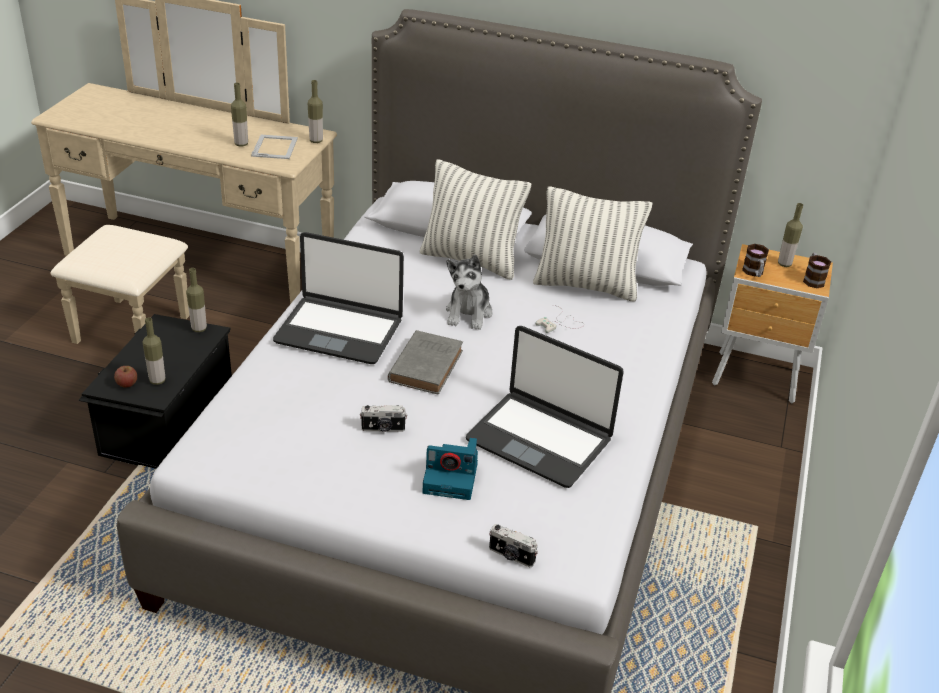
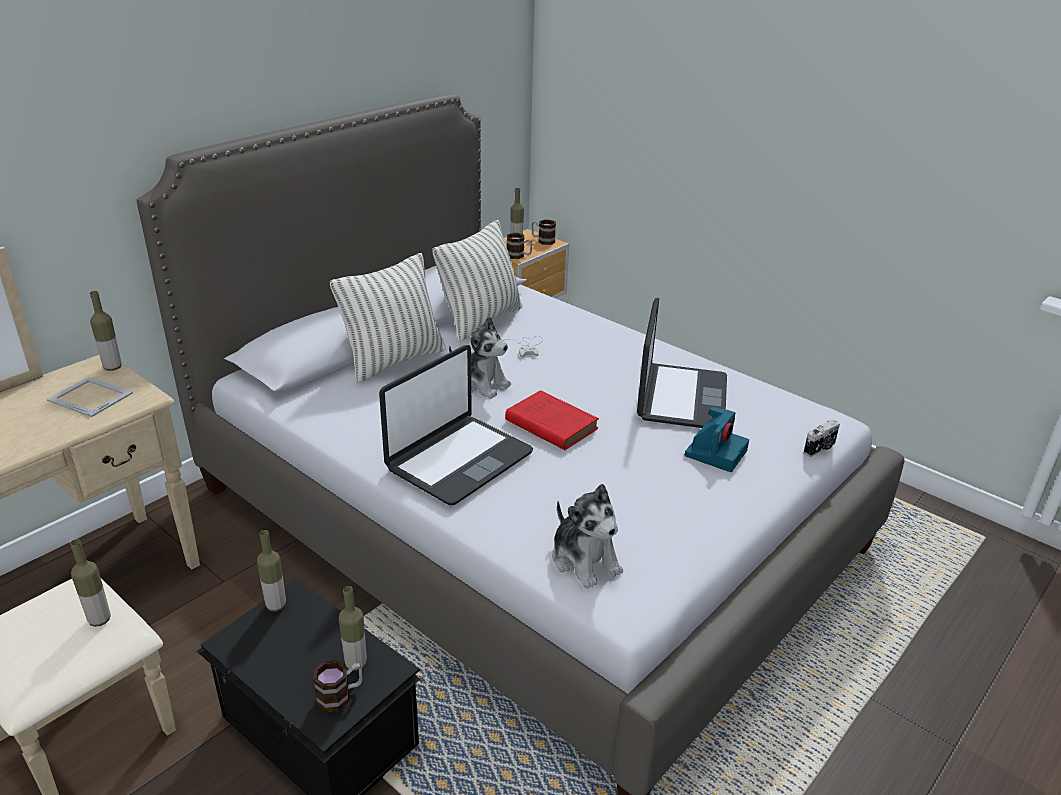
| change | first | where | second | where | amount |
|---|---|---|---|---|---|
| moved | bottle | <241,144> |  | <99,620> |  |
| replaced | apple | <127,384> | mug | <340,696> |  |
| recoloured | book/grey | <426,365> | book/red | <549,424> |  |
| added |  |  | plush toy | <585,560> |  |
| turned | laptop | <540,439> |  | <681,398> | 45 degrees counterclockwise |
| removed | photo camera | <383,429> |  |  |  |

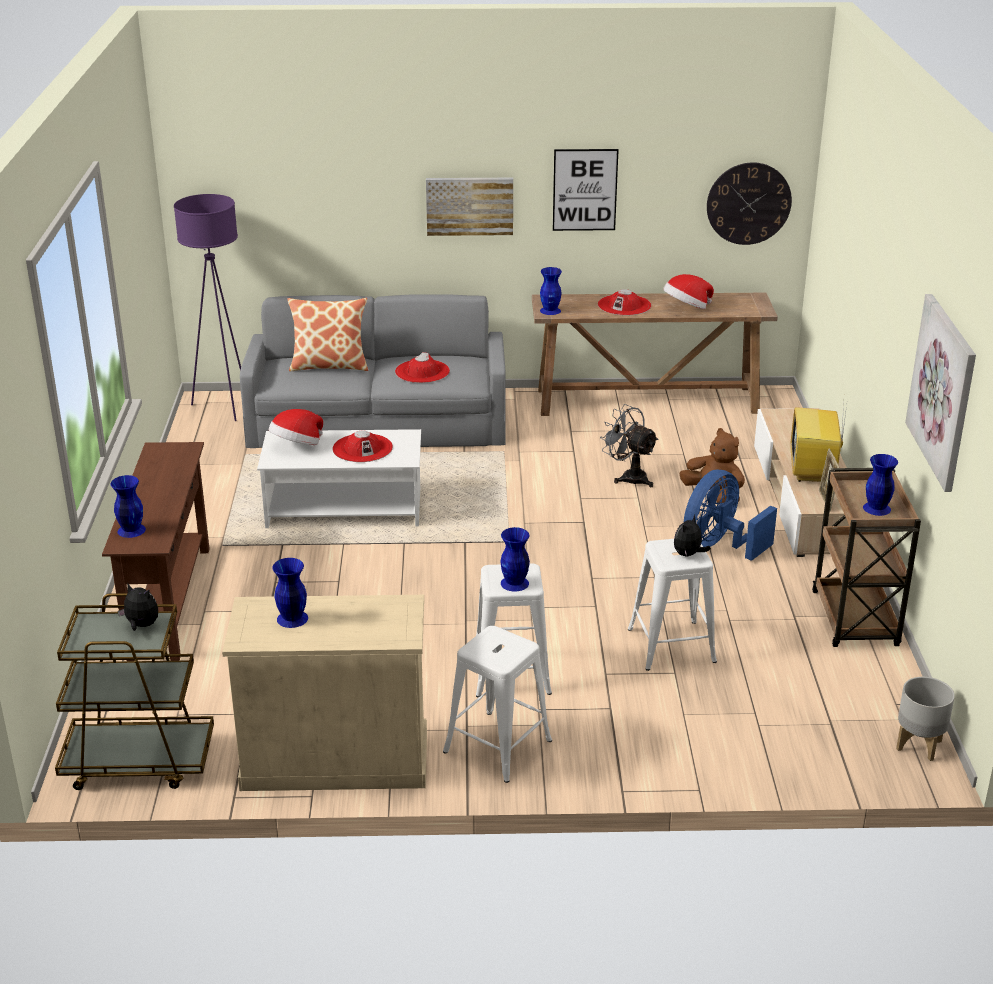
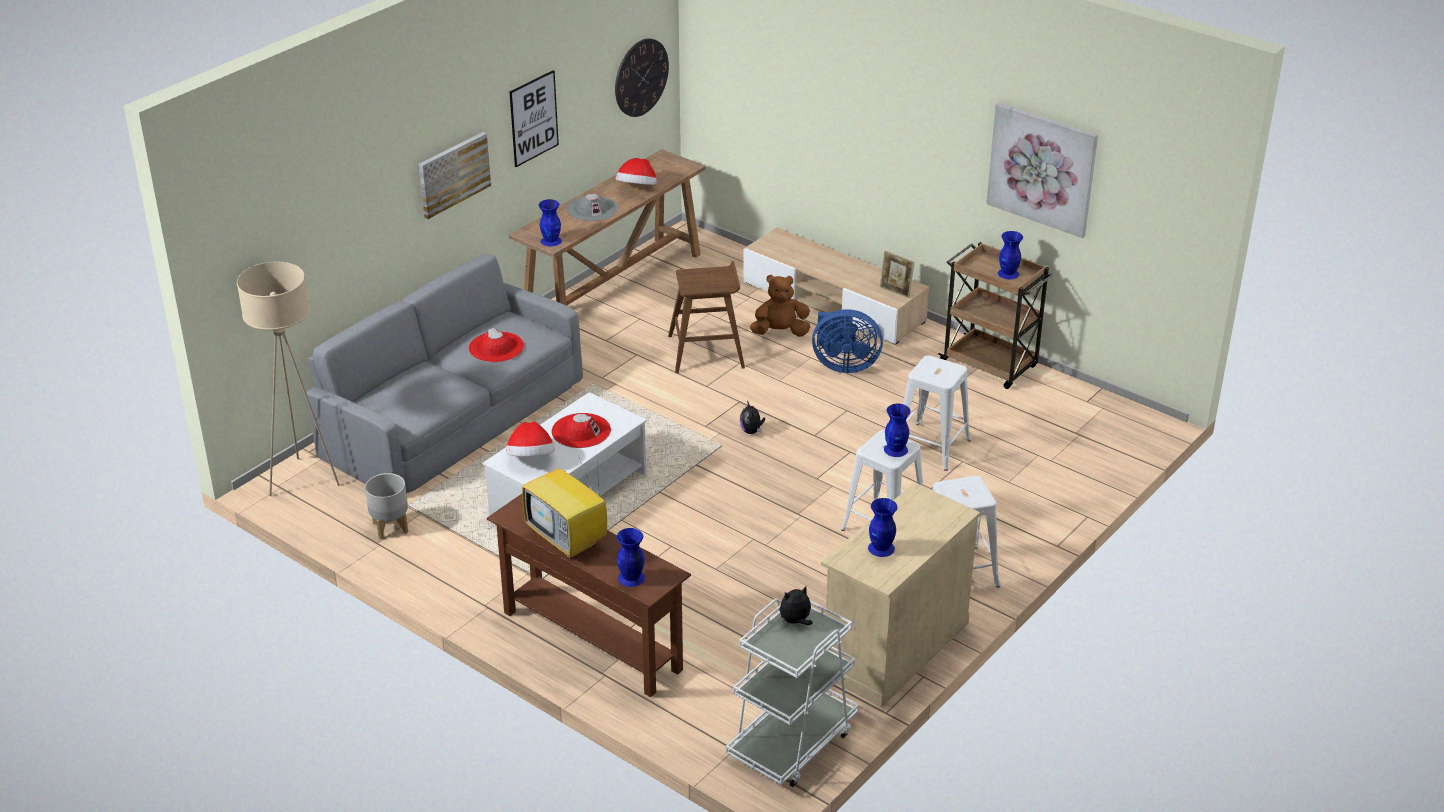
| change | first | where | second | where | amount |
|---|---|---|---|---|---|
| recoloured | floor lamp/purple | <225,407> | floor lamp/beige | <303,480> |  |
| moved | planter/grey | <919,745> |  | <390,528> |  |
| moved | television | <813,471> |  | <568,539> |  |
| recoloured | hat/red | <624,305> | hat/grey | <592,209> |  |
| replaced | fan/grey | <629,477> | stool/brown | <707,351> |  |
| recoloured | cart/brown | <138,762> | cart/white | <792,742> |  |
| moved | plush toy | <688,555> |  | <751,431> |  |
| turned | fan/blue | <719,545> |  | <843,365> | 75 degrees counterclockwise |
| removed | pillow | <329,365> |  |  |  |

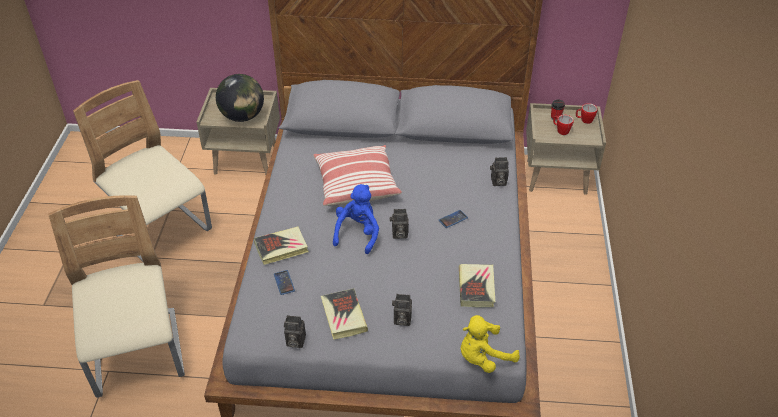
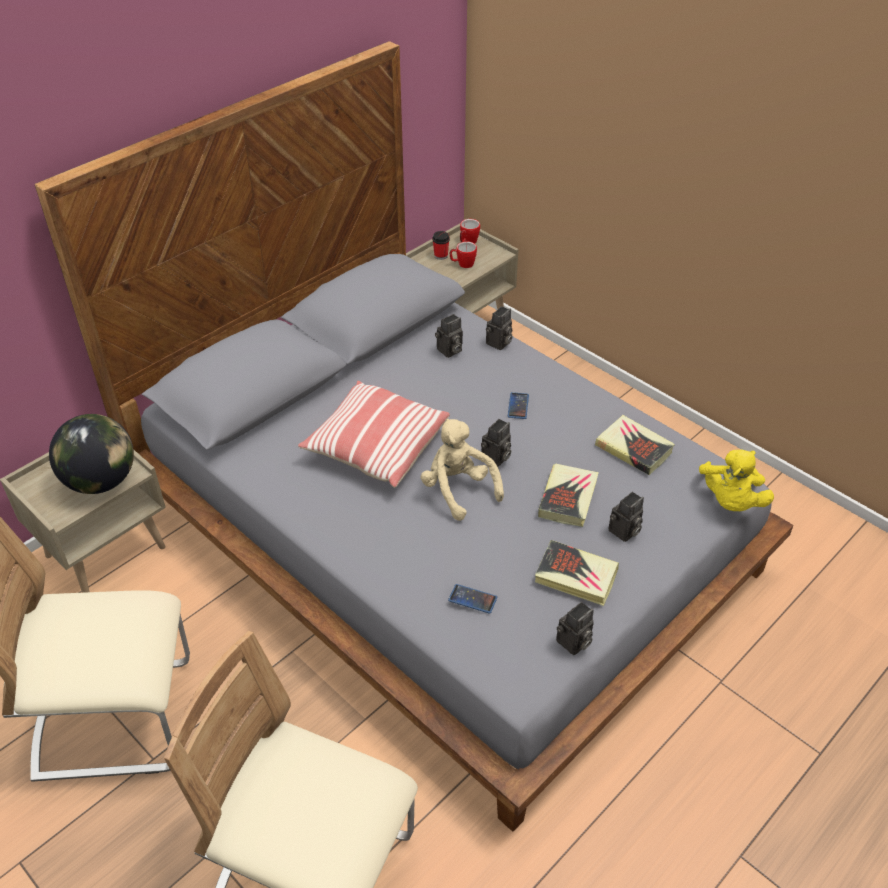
| change | first | where | second | where | amount |
|---|---|---|---|---|---|
| recoloured | plush toy/blue | <357,233> | plush toy/beige | <458,489> |  |
| added |  |  | photo camera | <449,351> |  |
| moved | book | <281,248> |  | <568,498> |  |

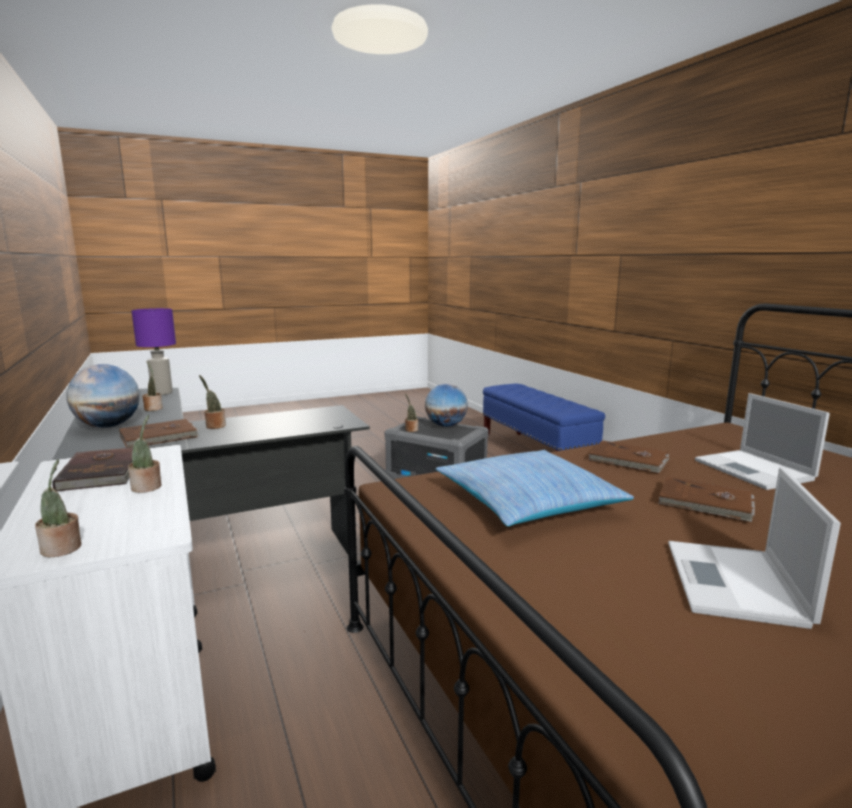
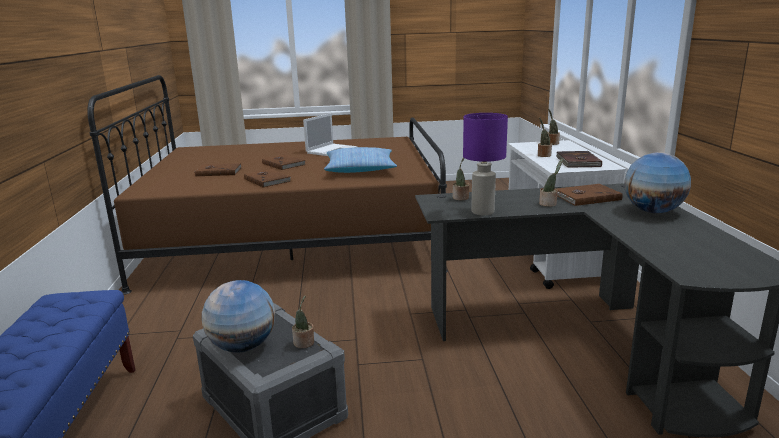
| change | first | where | second | where | amount |
|---|---|---|---|---|---|
| replaced | laptop | <755,470> | book/brown | <218,172> |  |
| moved | potted plant | <153,408> |  | <461,198> |  |
| moved | table lamp/purple | <161,393> |  | <483,212> |  |

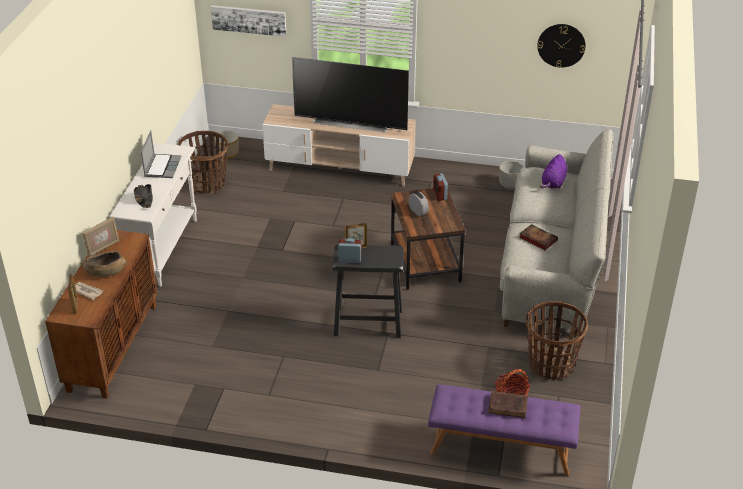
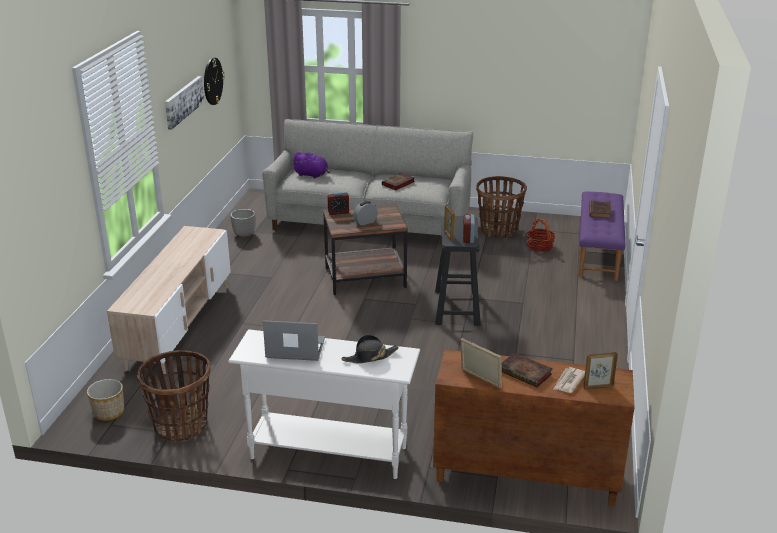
| change | first | where | second | where | amount |
|---|---|---|---|---|---|
| moved | picture | <249,20> |  | <183,101> |  |
| replaced | bowl/brown | <104,271> | book | <526,373> |  |
| removed | television | <351,122> |  |  |  |

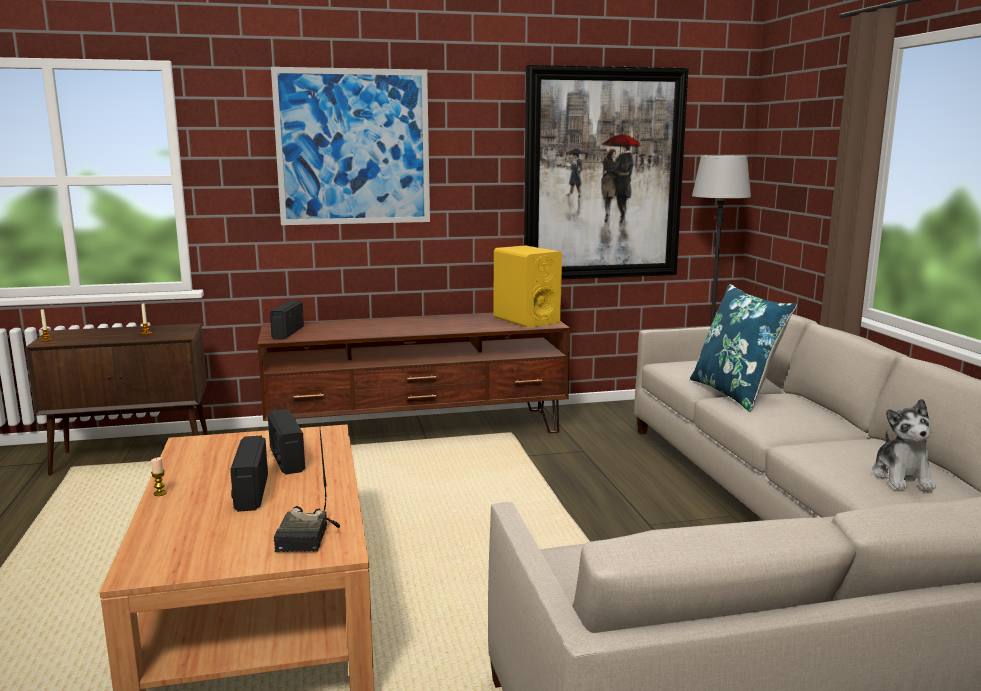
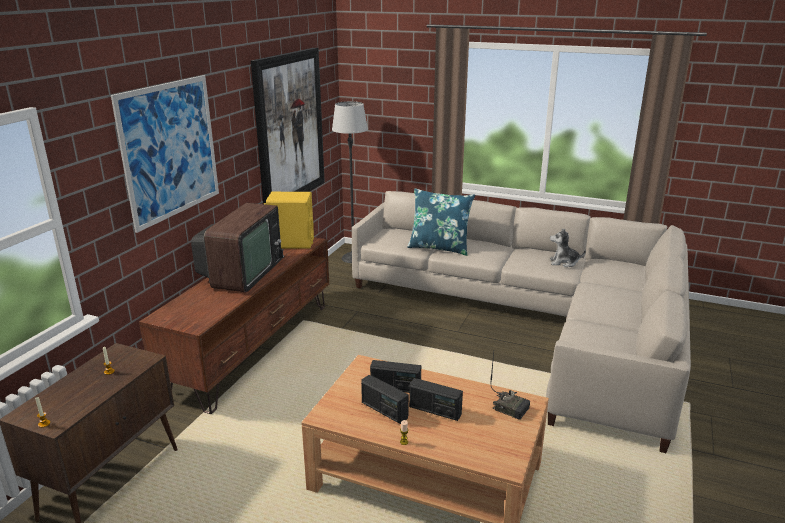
| change | first | where | second | where | amount |
|---|---|---|---|---|---|
| added |  |  | television | <242,274> |  |
| moved | radio | <287,333> |  | <384,410> |  |
| turned | plush toy | <902,477> |  | <564,262> | 150 degrees clockwise |

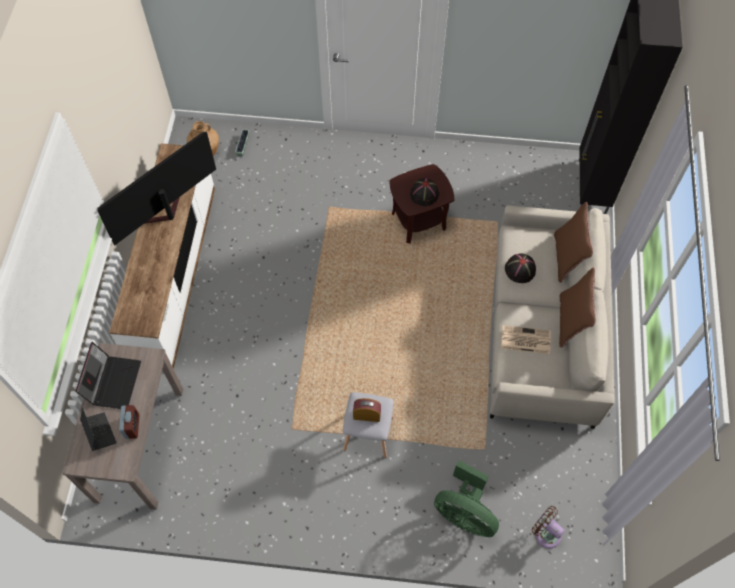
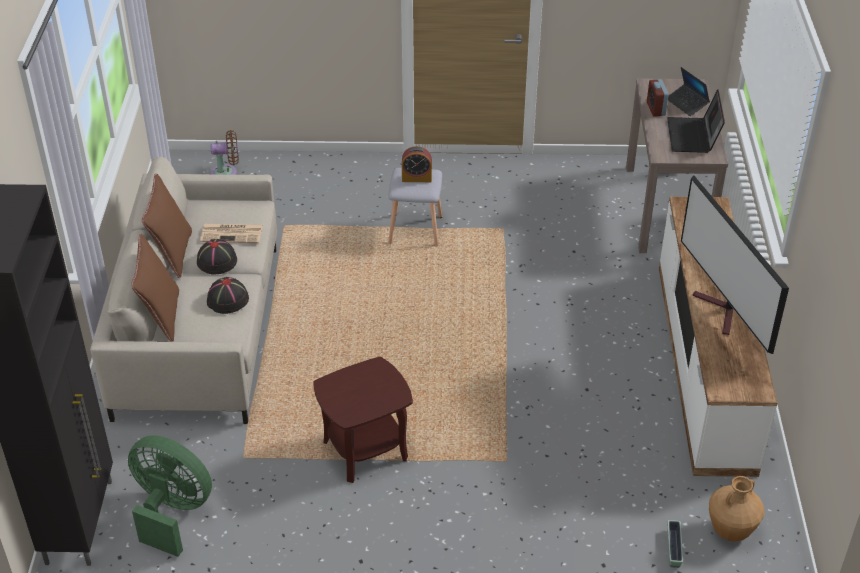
| change | first | where | second | where | amount |
|---|---|---|---|---|---|
| moved | fan/green | <464,513> |  | <172,512> |  |
| moved | hat/black | <424,194> |  | <217,261> |  |
| turned | fan/brown | <545,533> |  | <227,173> | 45 degrees counterclockwise |
| turned | television | <165,214> |  | <722,312> | 120 degrees clockwise |

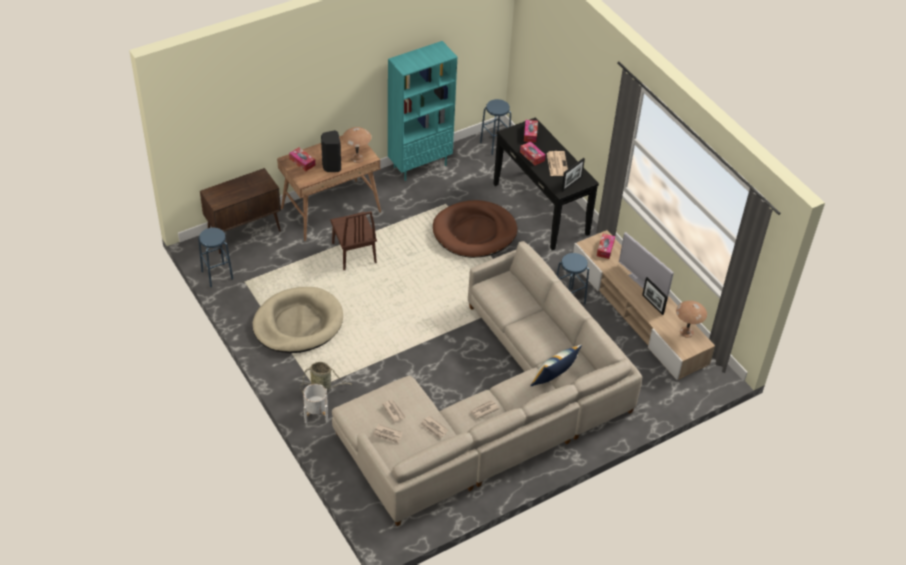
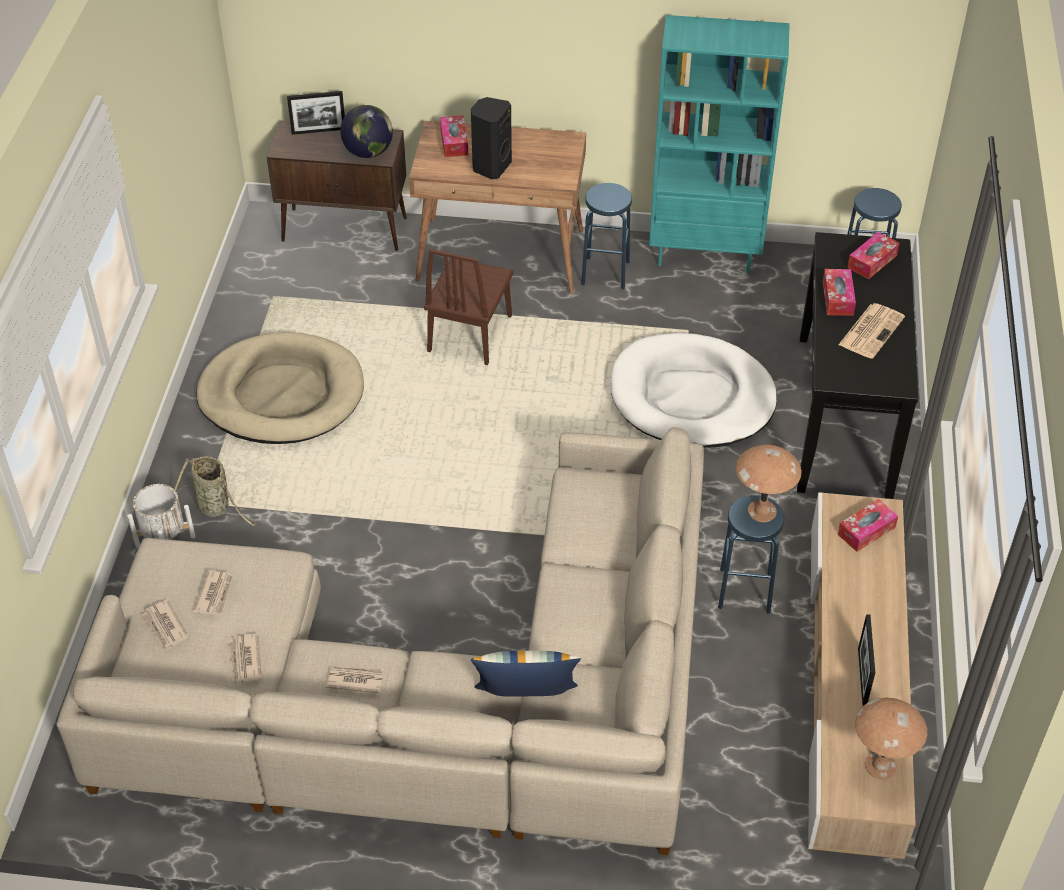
| change | first | where | second | where | amount |
|---|---|---|---|---|---|
| moved | picture frame | <571,183> |  | <318,131> |  |
| added |  |  | globe | <368,152> |  |
| moved | stool/blue | <217,275> |  | <605,273> |  |
| recoloured | dog bed/brown | <474,232> | dog bed/white | <691,397> |  |
| moved | table lamp/brown | <357,158> |  | <762,511> |  |
| removed | television | <643,282> |  |  |  |

